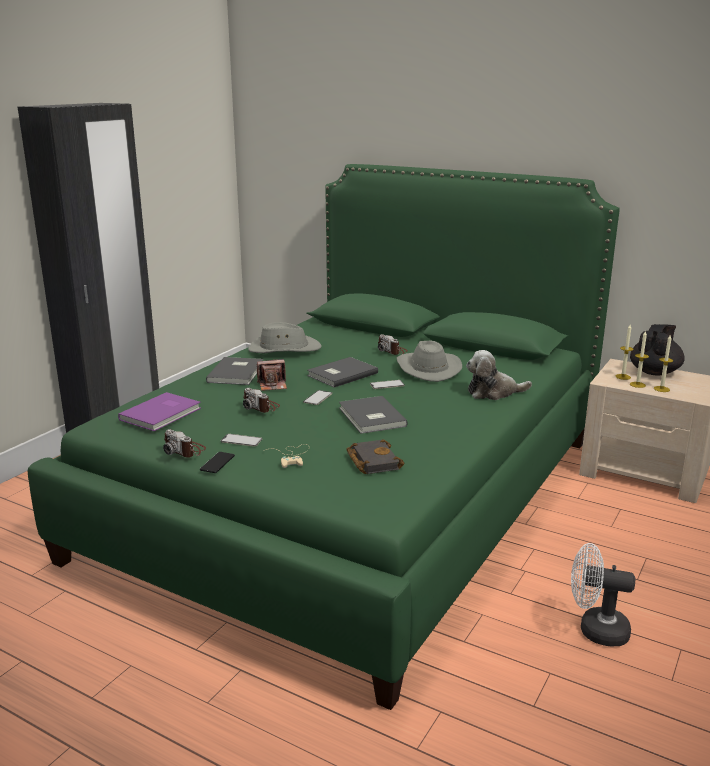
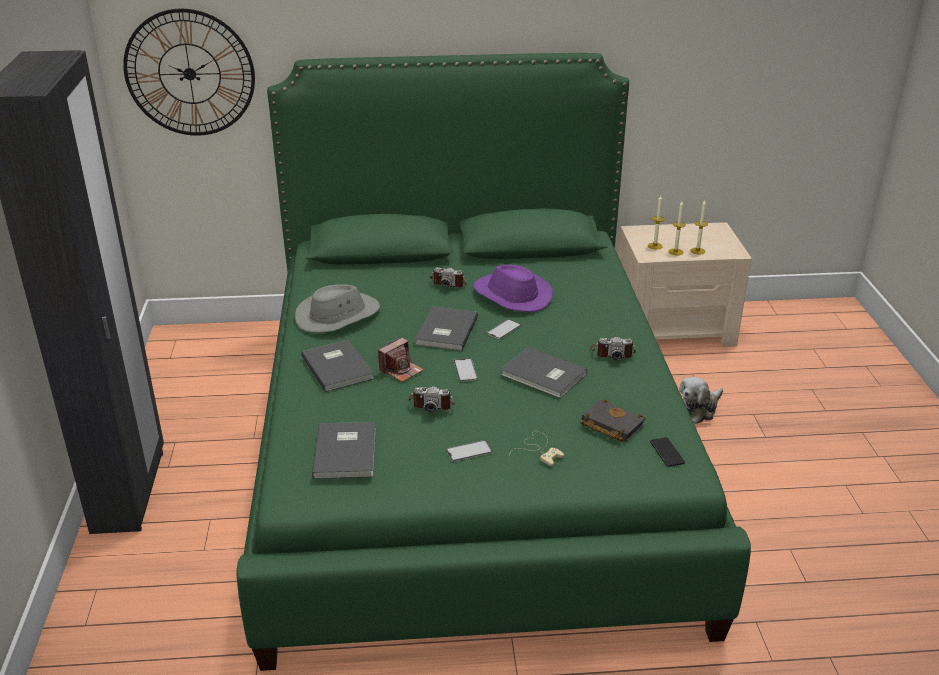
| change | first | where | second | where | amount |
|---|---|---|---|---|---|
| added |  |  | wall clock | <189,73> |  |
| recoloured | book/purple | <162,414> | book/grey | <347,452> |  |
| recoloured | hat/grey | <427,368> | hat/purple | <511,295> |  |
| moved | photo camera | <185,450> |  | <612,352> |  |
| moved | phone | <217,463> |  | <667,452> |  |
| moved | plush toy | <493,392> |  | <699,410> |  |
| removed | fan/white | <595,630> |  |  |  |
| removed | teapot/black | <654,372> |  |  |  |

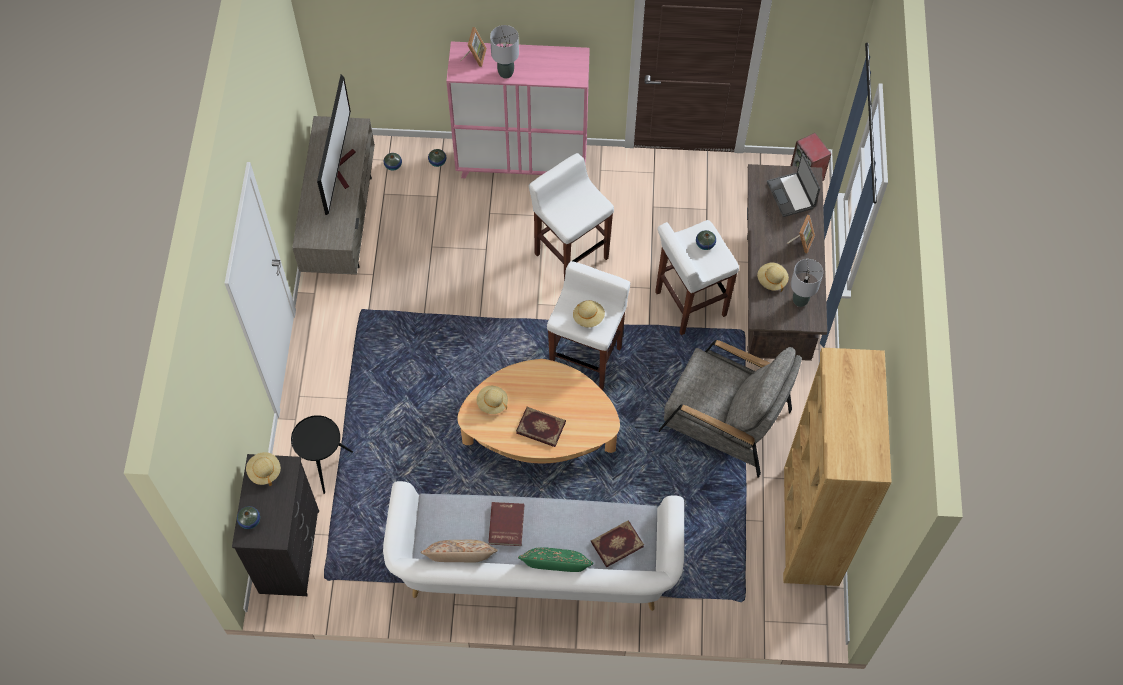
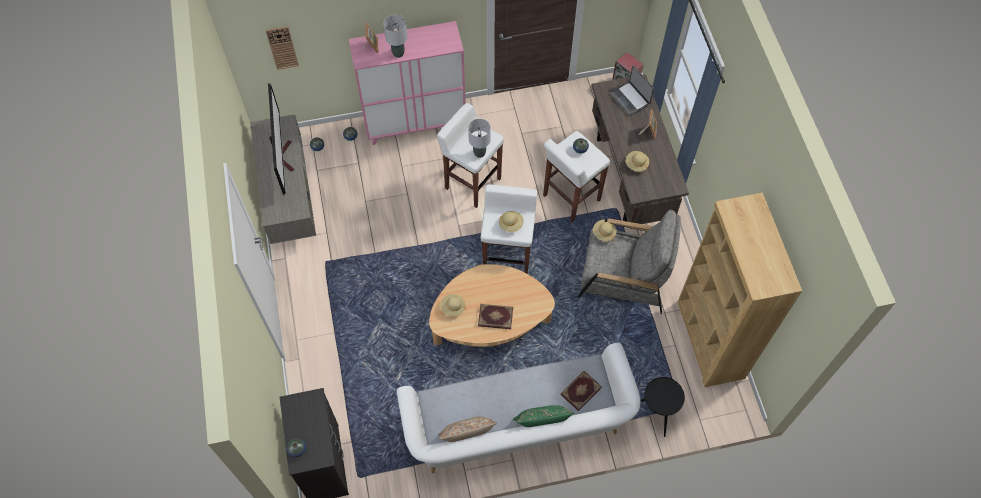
| change | first | where | second | where | amount |
|---|---|---|---|---|---|
| added |  |  | wall clock | <282,47> |  |
| moved | table lamp/grey | <799,300> |  | <479,153> |  |
| moved | hat/beige | <264,471> |  | <604,233> |  |
| moved | side table/black | <325,466> |  | <655,414> |  |
| removed | book/red | <505,524> |  |  |  |

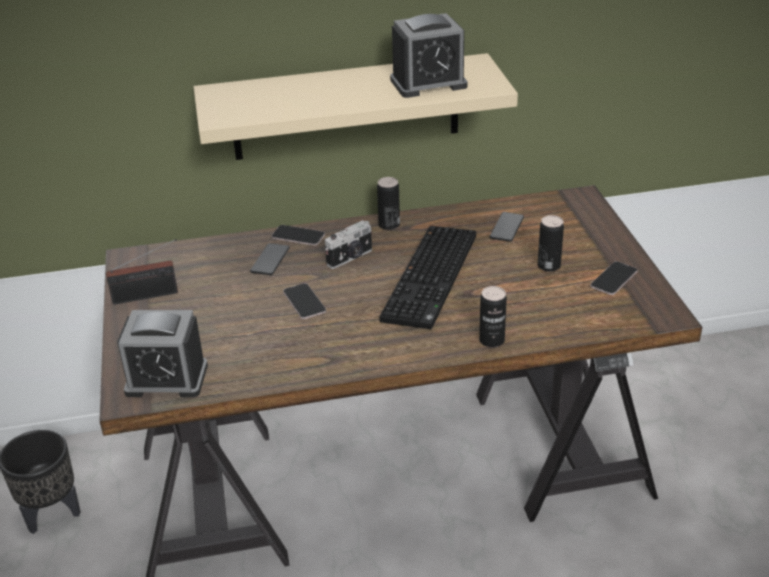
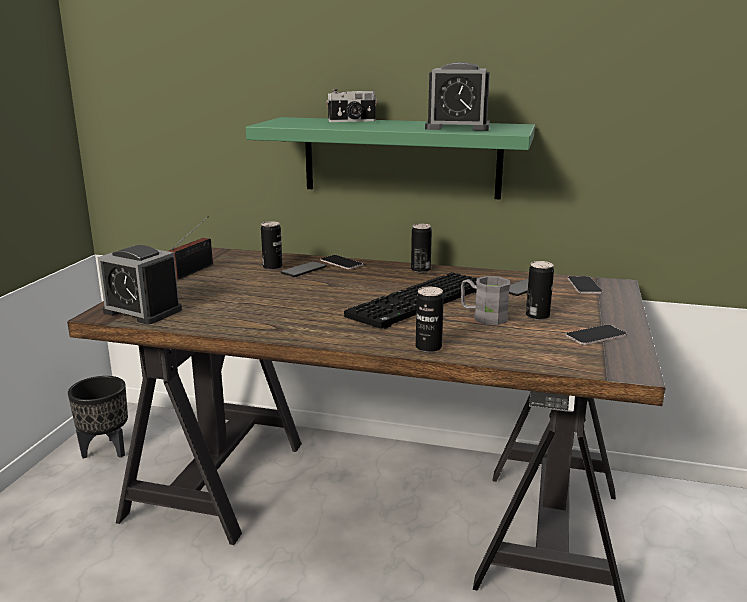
| change | first | where | second | where | amount |
|---|---|---|---|---|---|
| turned | radio | <149,295> |  | <195,270> | 75 degrees counterclockwise |
| recoloured | shelf/beige | <346,107> | shelf/green | <401,157> |  |
| added |  |  | can | <272,267> |  |
| moved | photo camera | <351,258> |  | <352,121> |  |
| added |  |  | mug/grey | <483,317> |  |
| moved | phone | <304,302> |  | <584,286> |  |

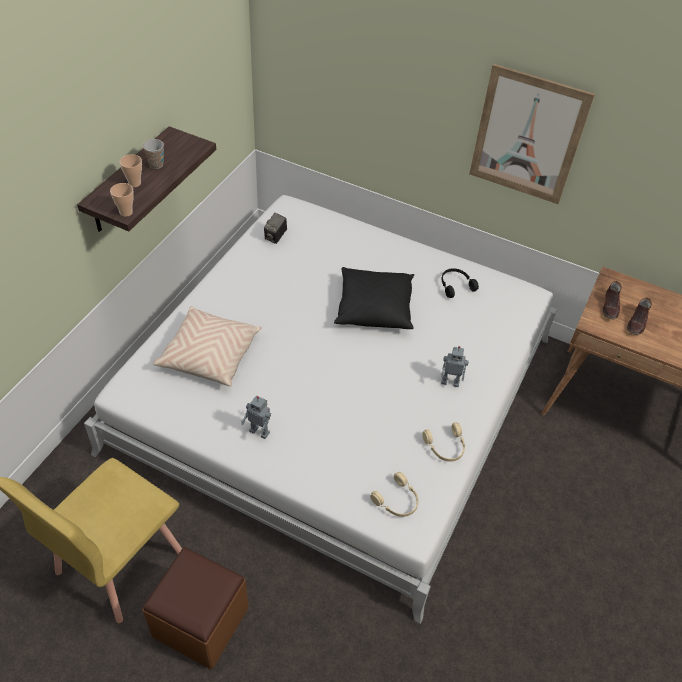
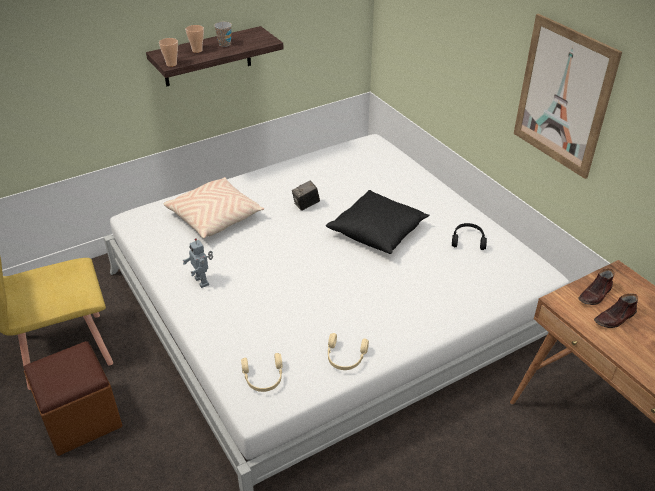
| change | first | where | second | where | amount |
|---|---|---|---|---|---|
| moved | photo camera | <275,237> |  | <306,205> |  |
| removed | toy robot | <450,381> |  |  |  |

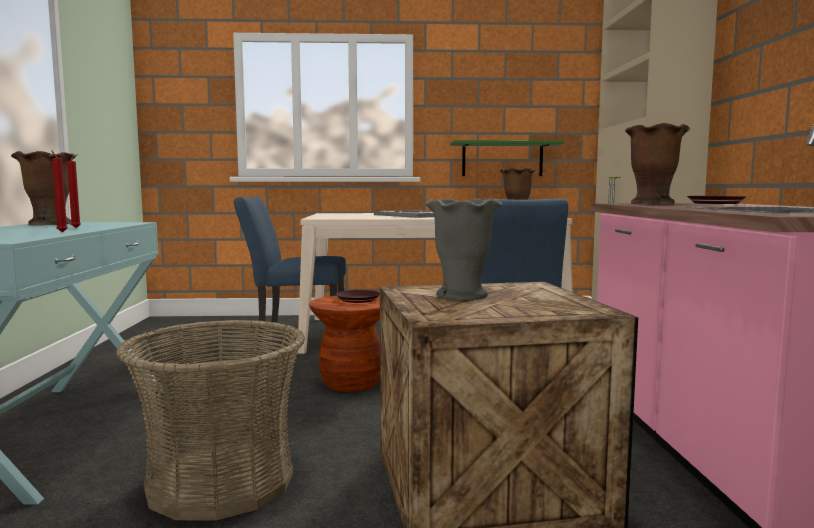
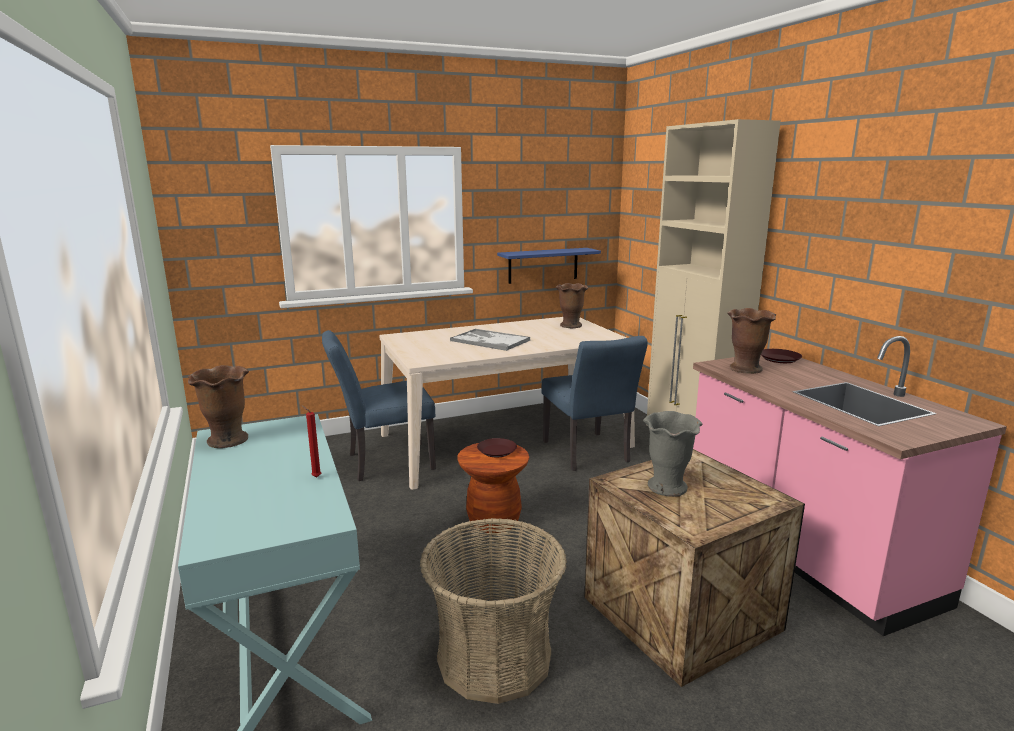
| change | first | where | second | where | amount |
|---|---|---|---|---|---|
| recoloured | shelf/green | <502,159> | shelf/blue | <543,265> |  |
| removed | candle/red | <77,228> |  |  |  |

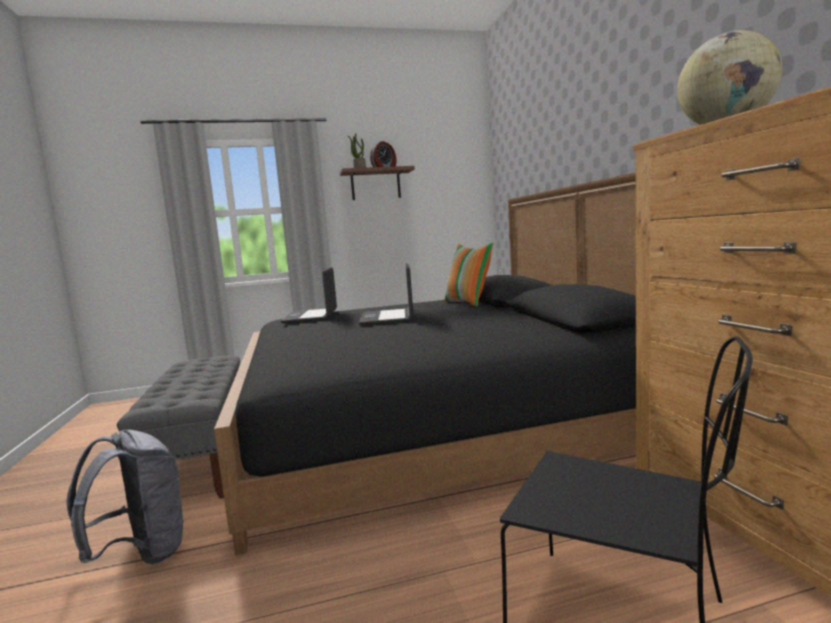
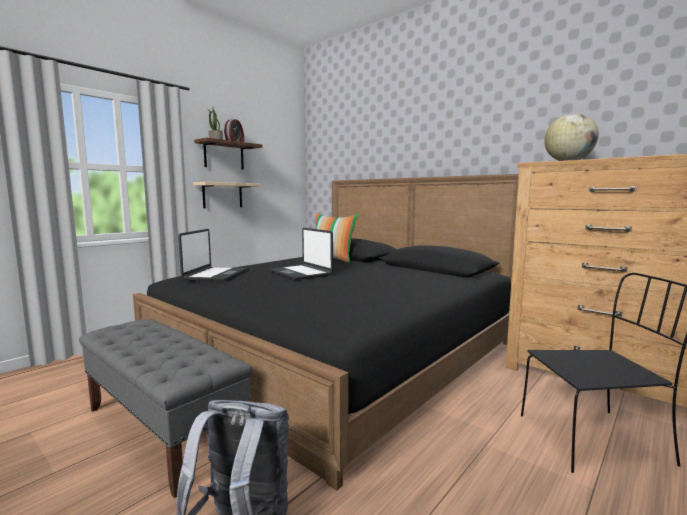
| change | first | where | second | where | amount |
|---|---|---|---|---|---|
| turned | laptop | <311,316> |  | <215,275> | 135 degrees counterclockwise |
| added |  |  | shelf/beige | <222,195> |  |

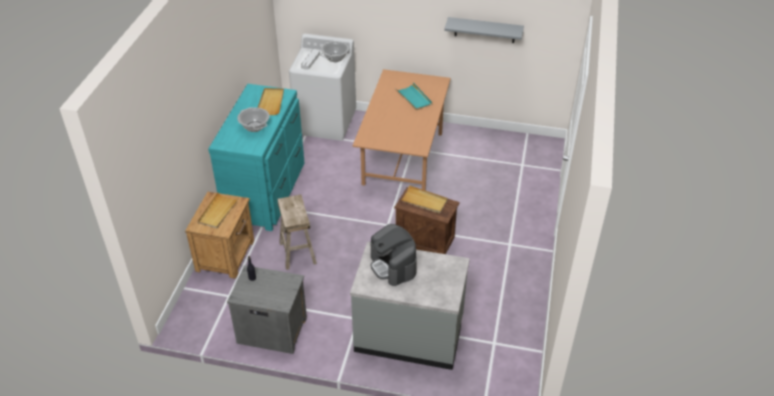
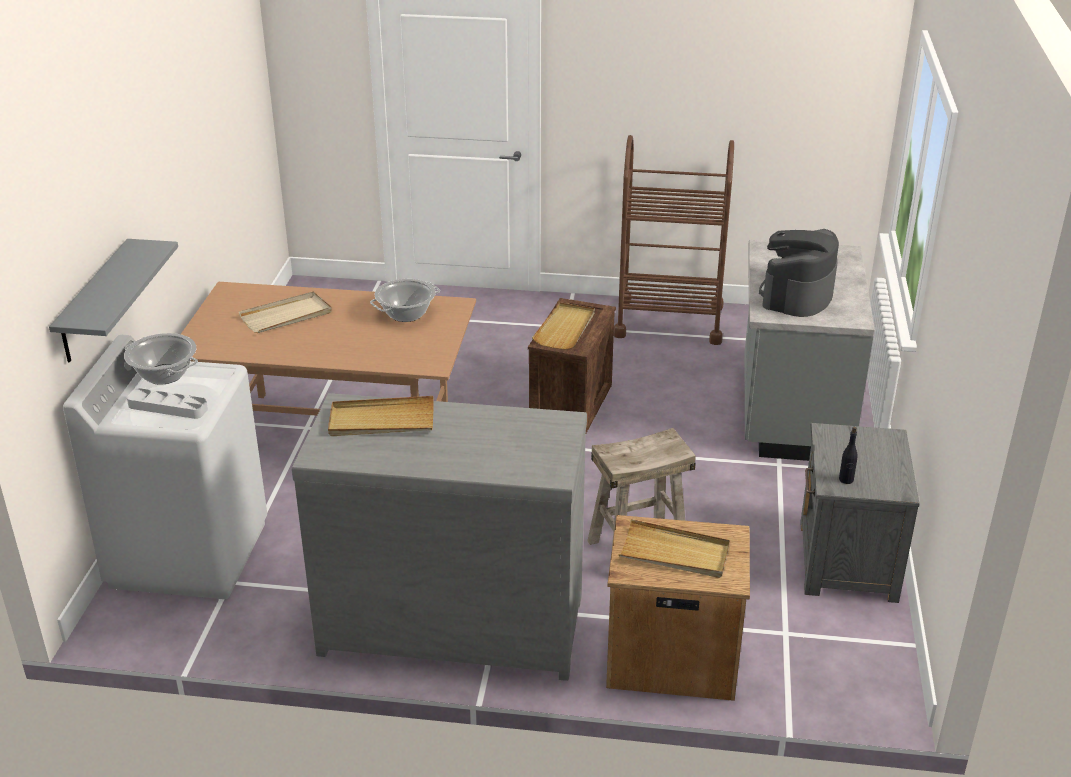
| change | first | where | second | where | amount |
|---|---|---|---|---|---|
| moved | shelf/grey | <485,30> |  | <94,302> |  |
| recoloured | tray/turquoise | <414,98> | tray/beige | <286,316> |  |
| recoloured | dresser/turquoise | <266,192> | dresser/grey | <452,621> |  |
| moved | cooking pot | <254,127> |  | <406,314> |  |
| added |  |  | cart/brown | <669,321> |  |
| turned | coffee machine | <393,266> |  | <796,295> | 150 degrees clockwise |

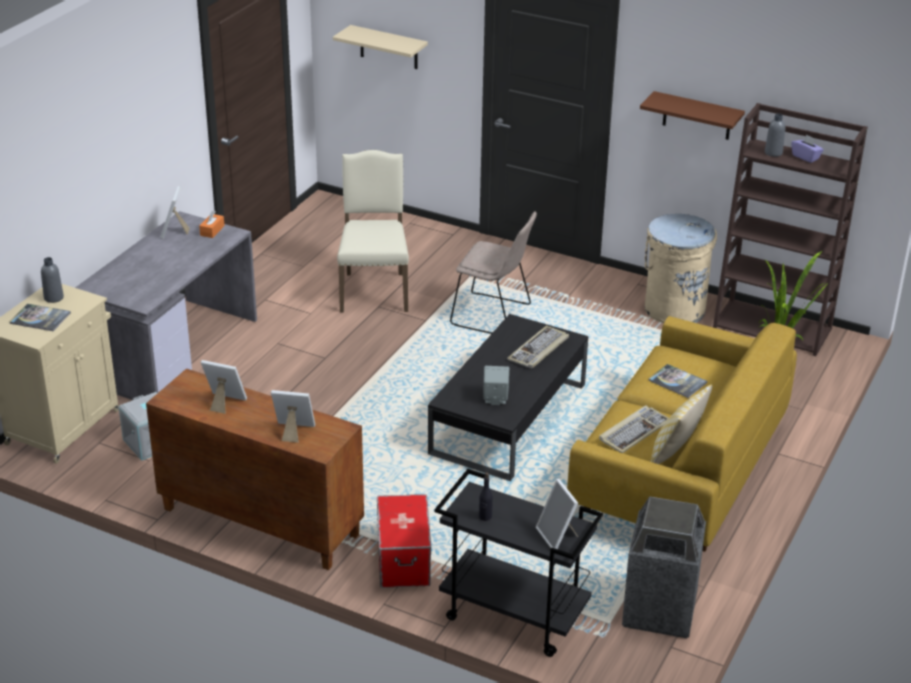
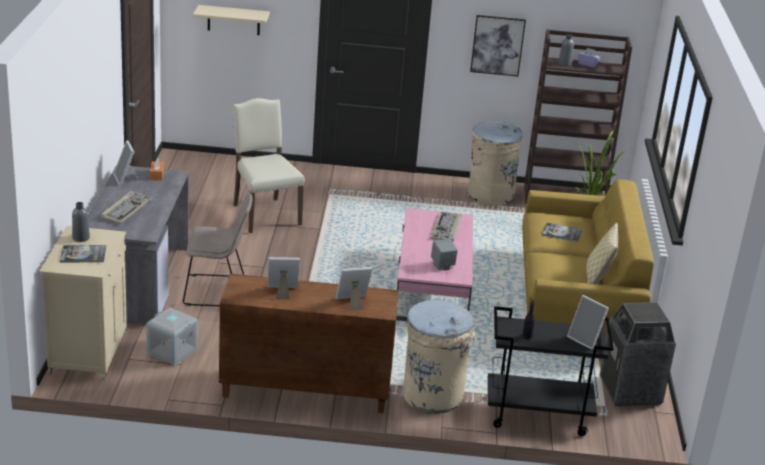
| change | first | where | second | where | amount |
|---|---|---|---|---|---|
| moved | keyboard | <634,431> |  | <126,209> |  |
| moved | chair/beige | <494,316> |  | <217,291> |  |
| recoloured | coffee table/black | <508,419> | coffee table/pink | <432,286> |  |
| replaced | storage box | <404,560> | trash can/beige | <433,395> |  |
| replaced | shelf/brown | <697,116> | picture | <497,45> |  |

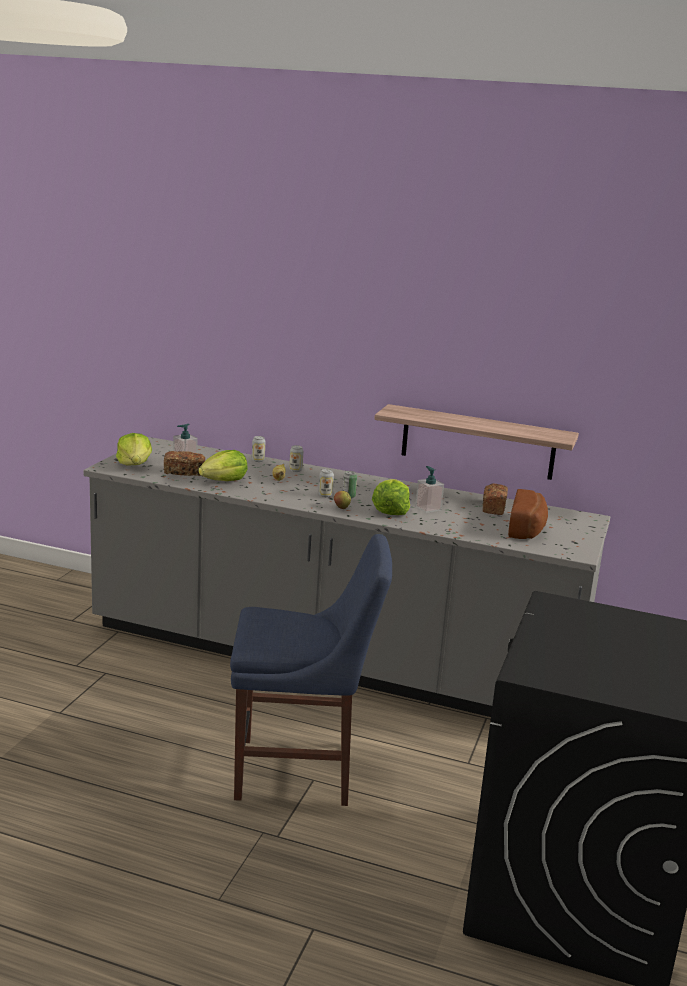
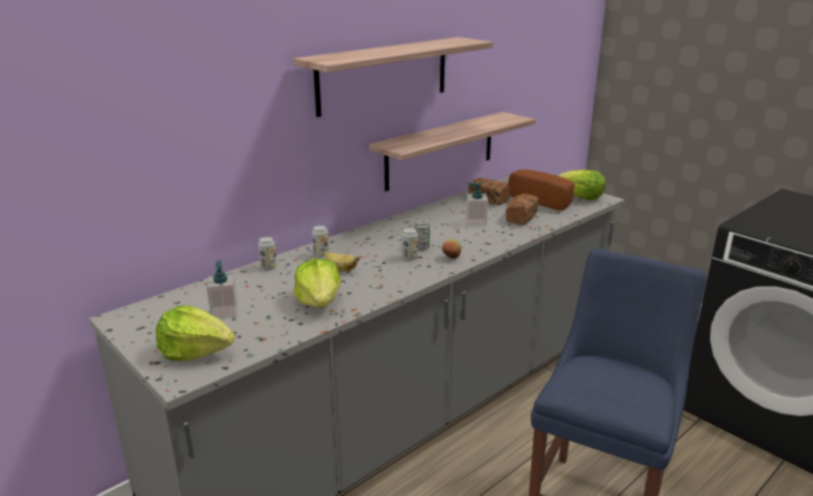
| change | first | where | second | where | amount |
|---|---|---|---|---|---|
| added |  |  | shelf | <383,75> |  |
| moved | bread | <184,472> |  | <521,217> |  |
| moved | lettuce | <390,510> |  | <581,197> |  |

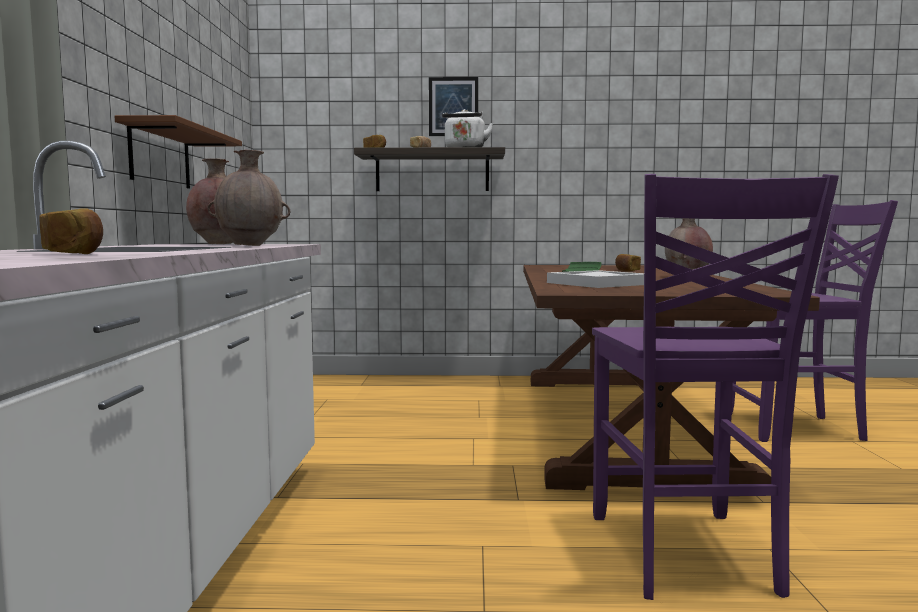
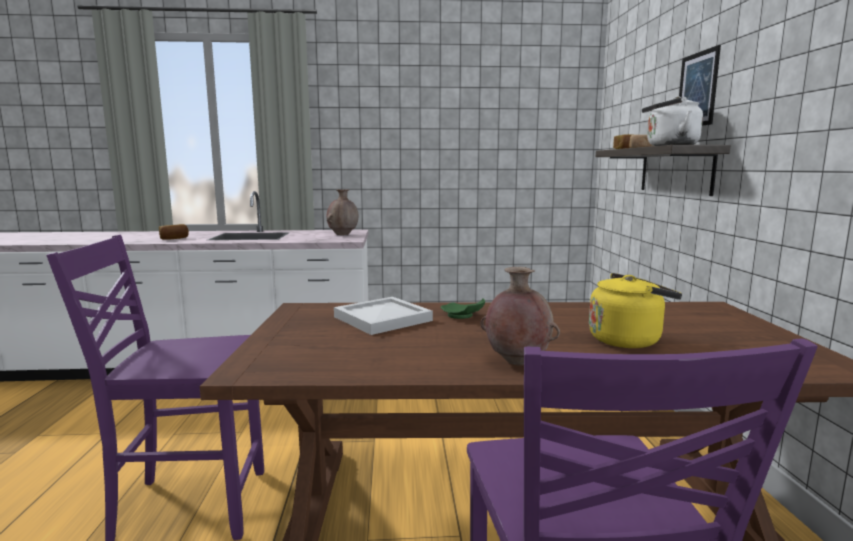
| change | first | where | second | where | amount |
|---|---|---|---|---|---|
| replaced | bread | <626,270> | kettle/yellow | <627,340> |  |
| removed | shelf/brown | <160,157> |  |  |  |
| removed | vase/brown | <250,245> |  |  |  |

